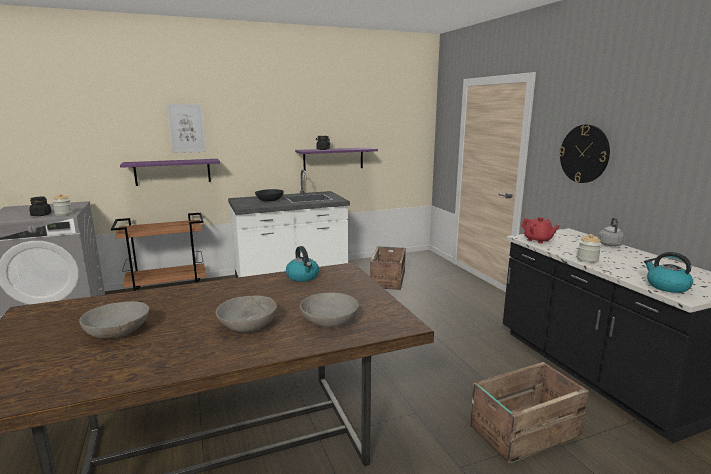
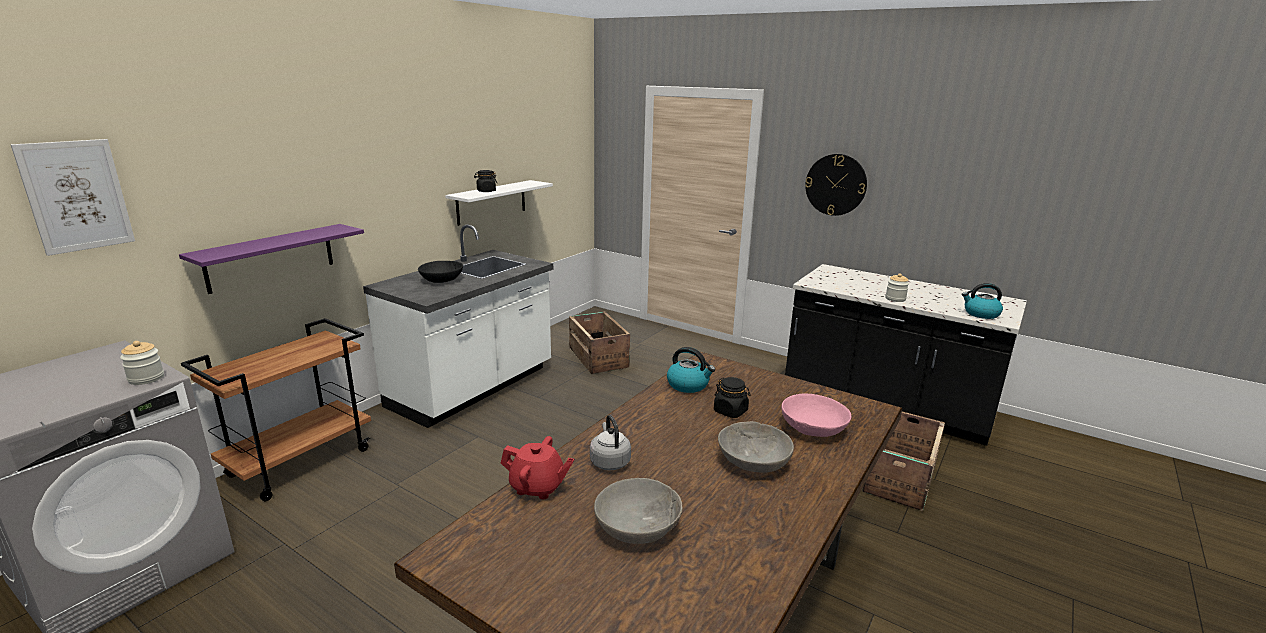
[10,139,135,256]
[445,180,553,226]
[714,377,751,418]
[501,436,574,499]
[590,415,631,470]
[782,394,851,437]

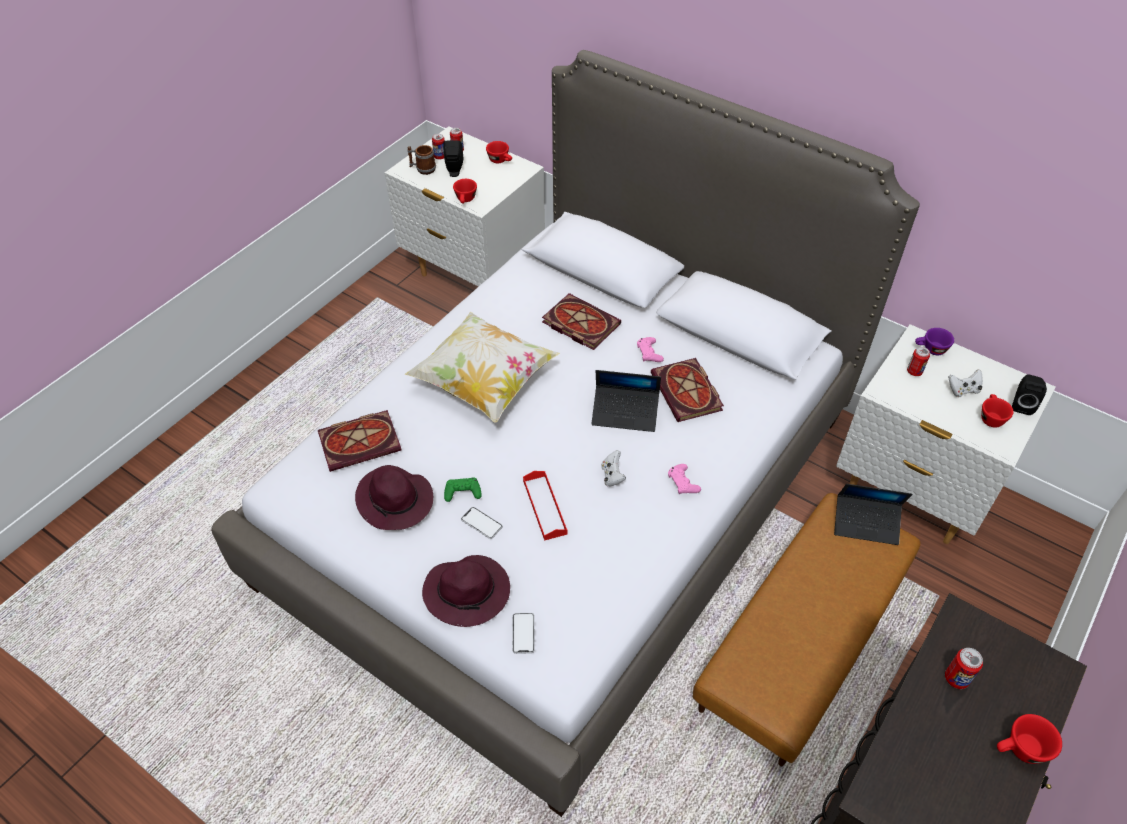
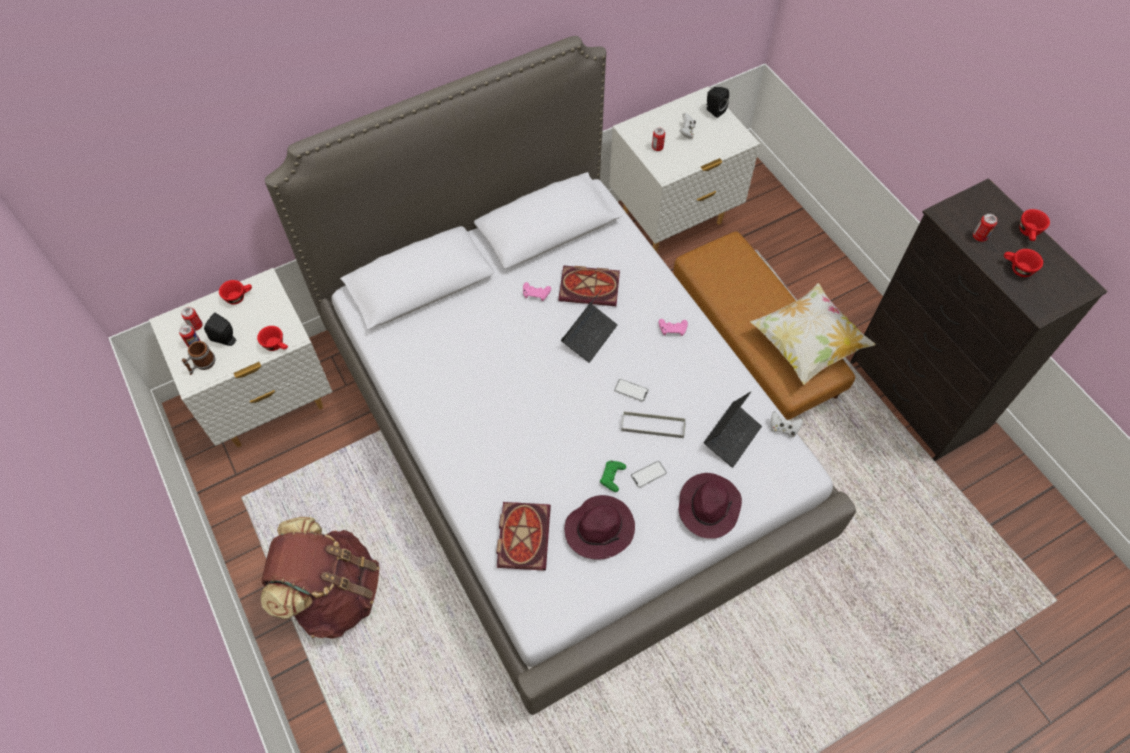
[542,293,621,350] (first image)
[750,283,875,385]
[915,328,954,355] (first image)
[1004,249,1043,277]
[771,411,803,437]
[621,411,686,438]
[704,392,762,468]
[614,379,649,402]
[261,517,379,639]

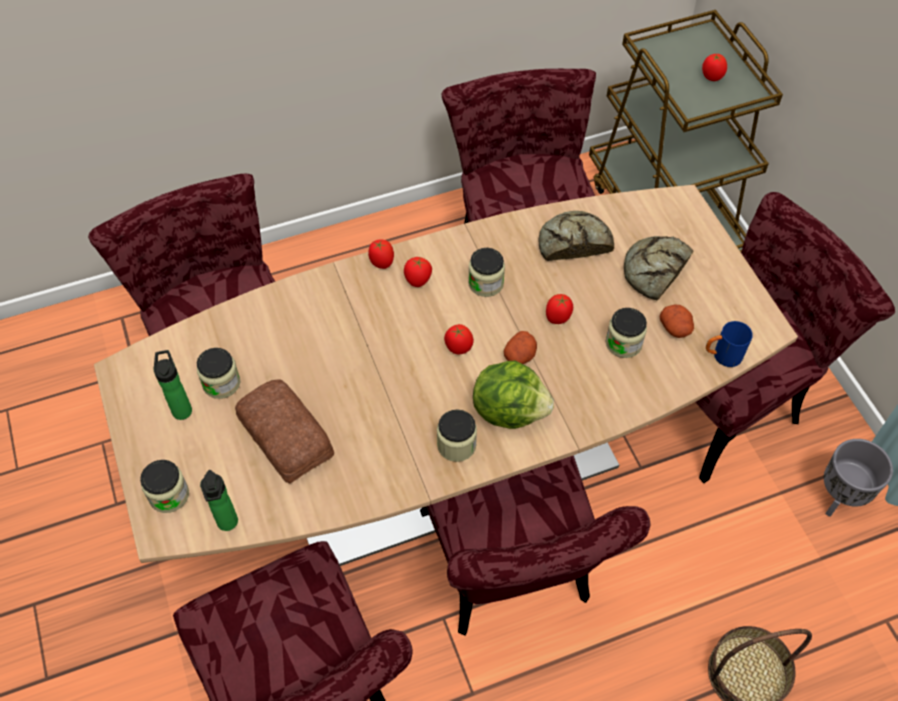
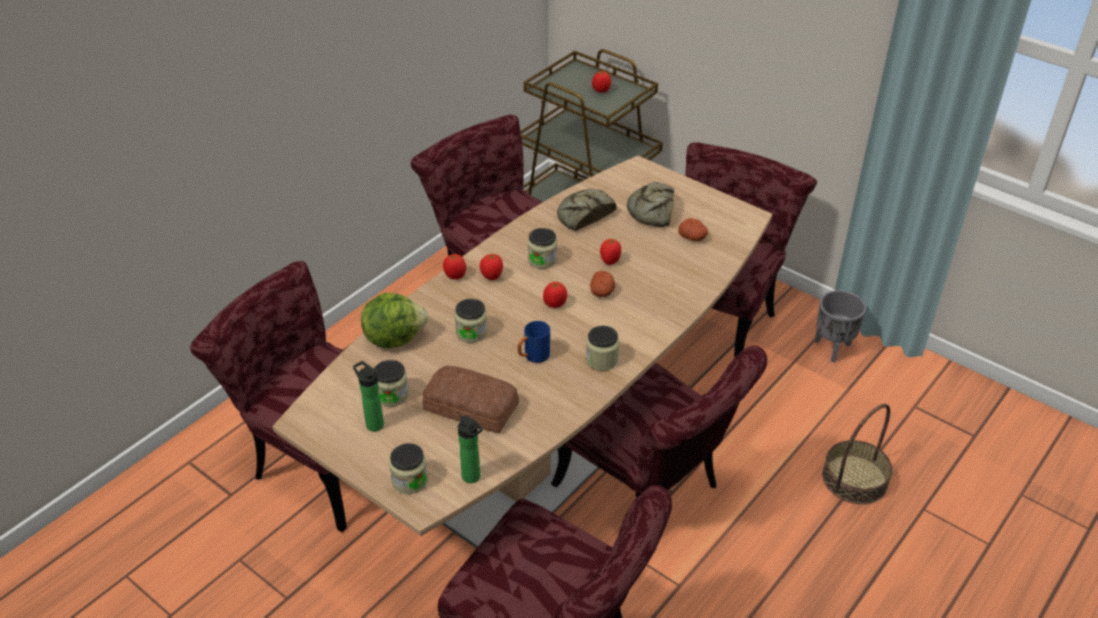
[455,299,487,343]
[518,321,550,363]
[361,293,428,348]

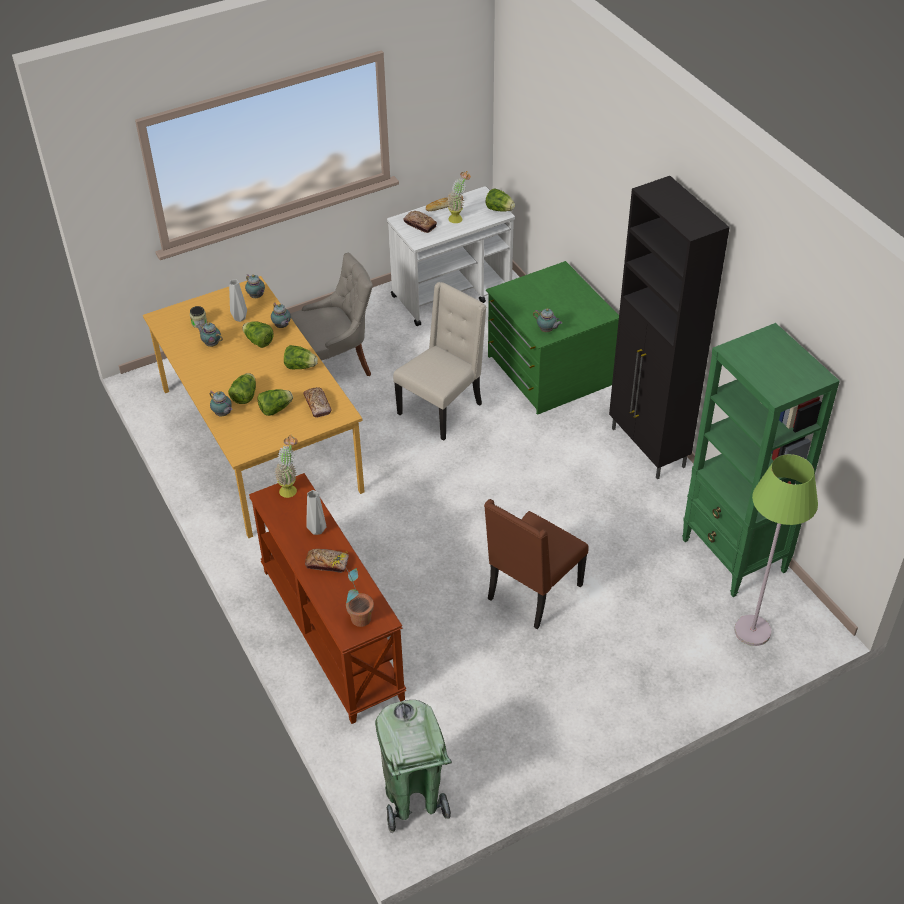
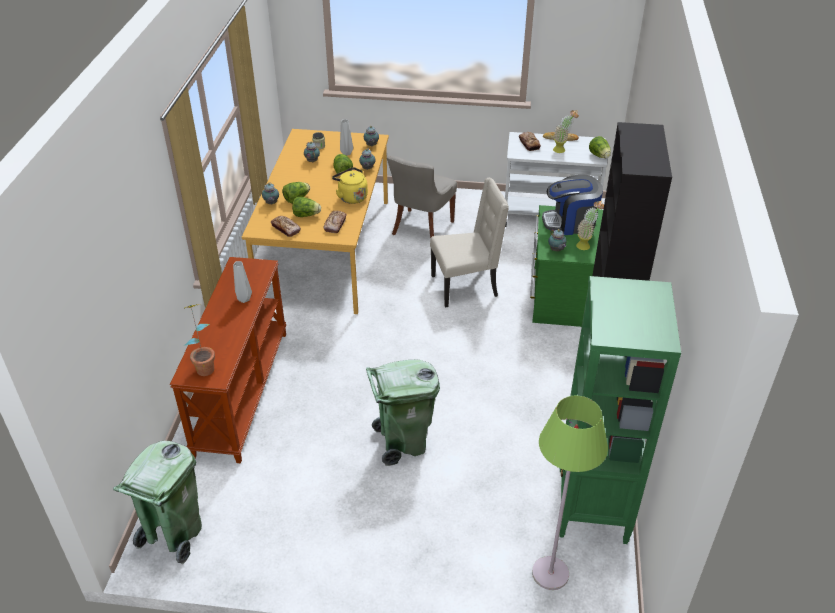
[387,156,457,239]
[332,167,368,204]
[576,200,604,250]
[366,360,440,466]
[271,216,301,237]
[542,174,603,235]

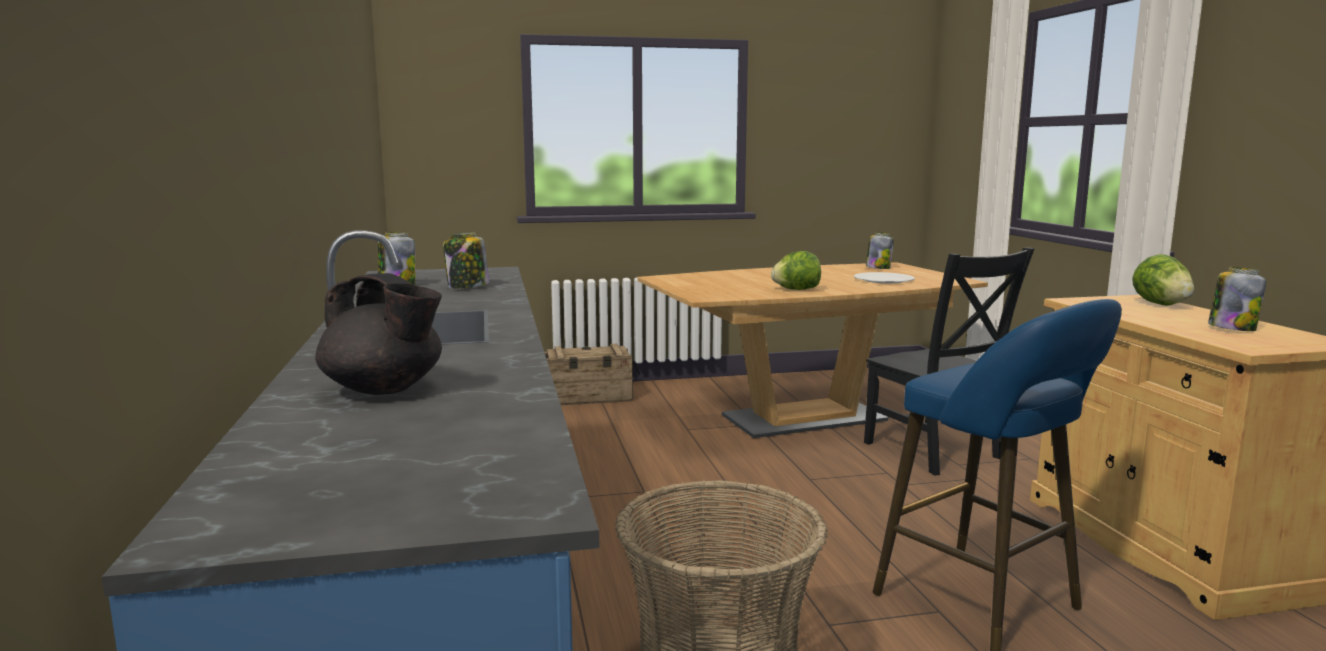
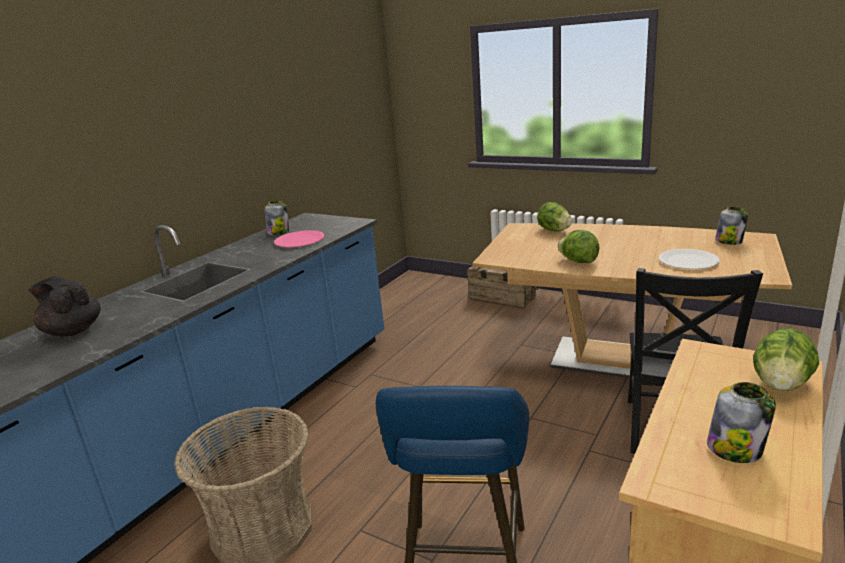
[274,230,325,247]
[28,276,101,337]
[537,202,573,231]

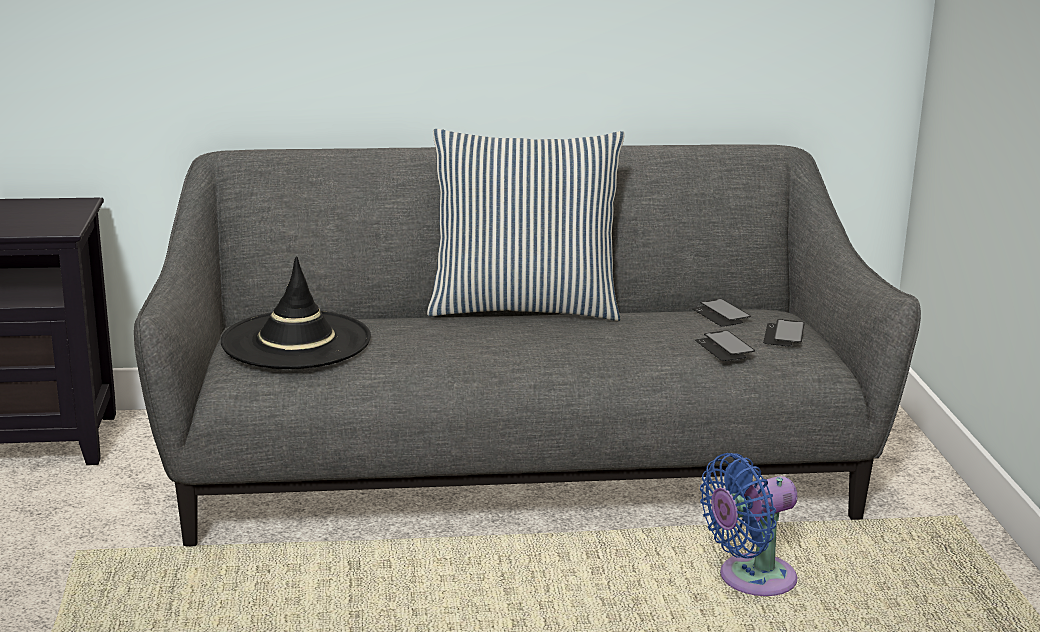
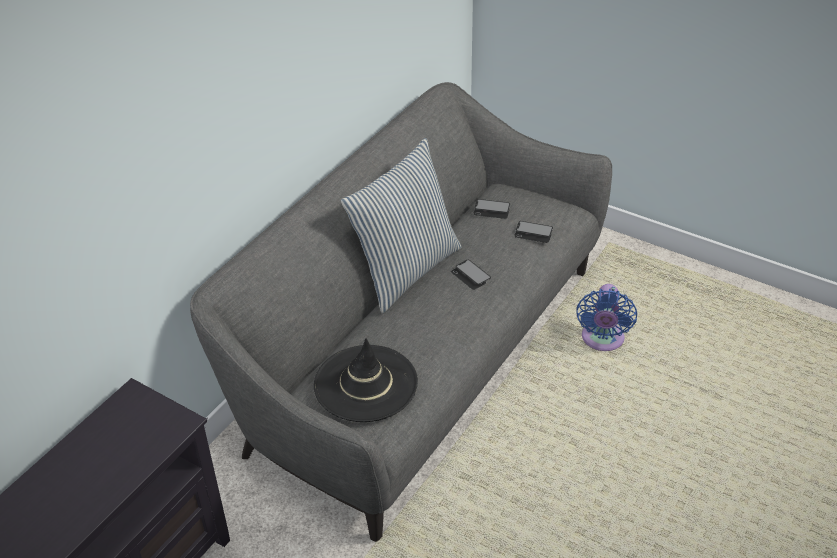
[451,259,491,290]

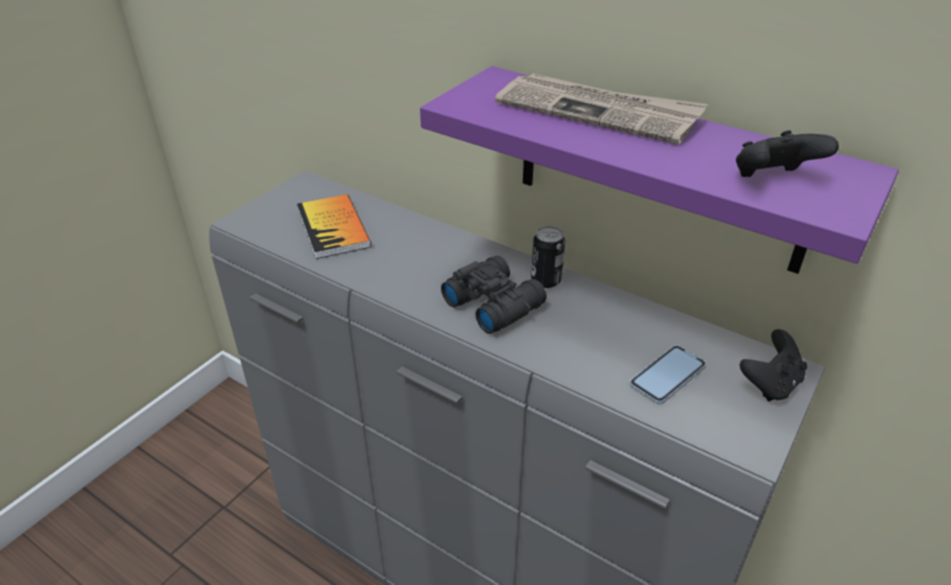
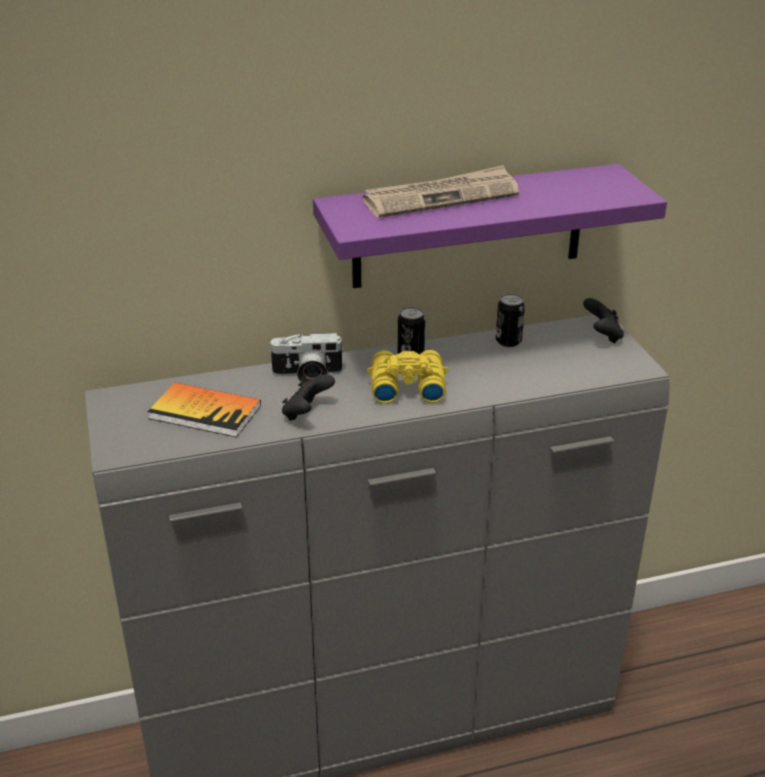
[282,374,335,421]
[367,350,449,404]
[629,345,706,404] (first image)
[496,294,525,347]
[268,333,345,383]

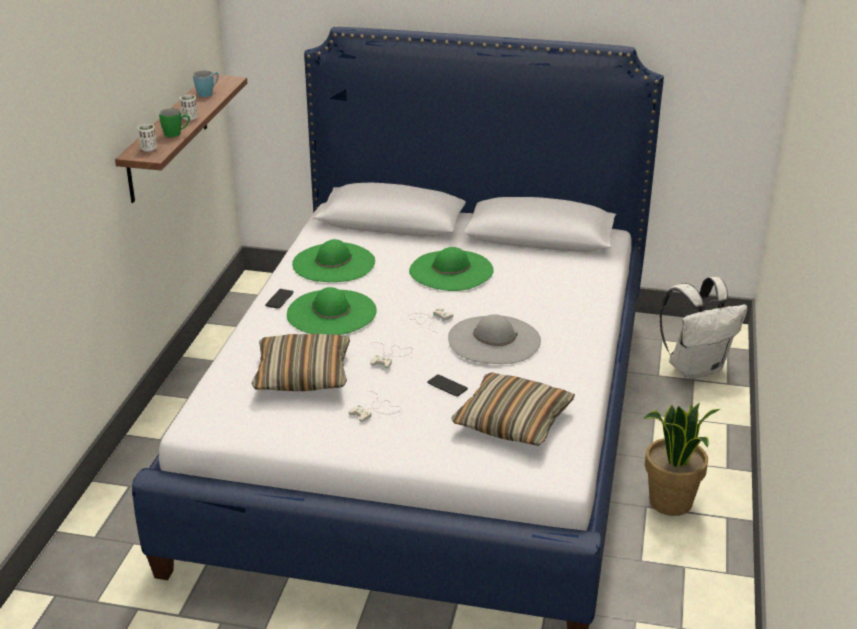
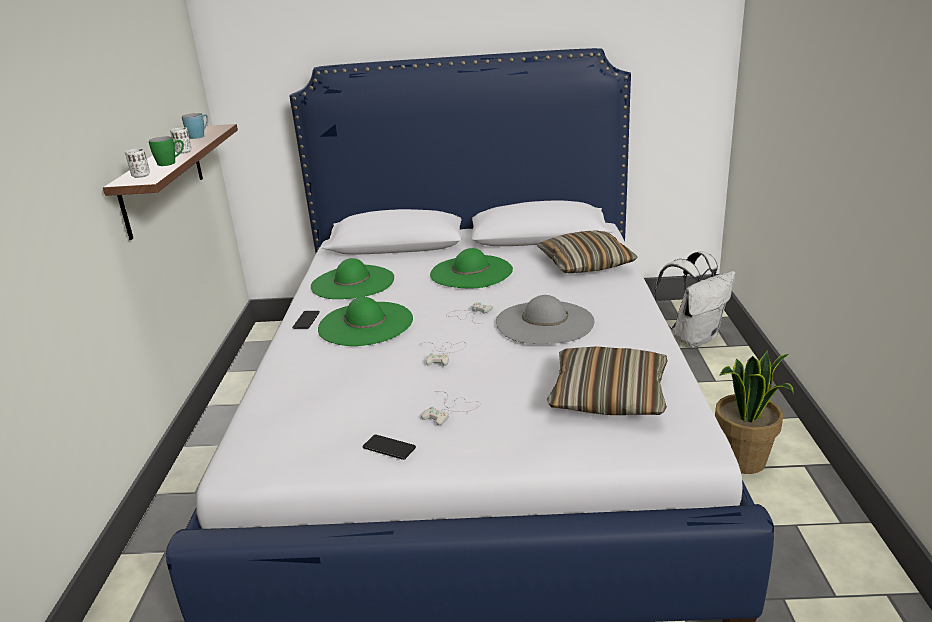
[537,230,638,273]
[363,434,416,460]

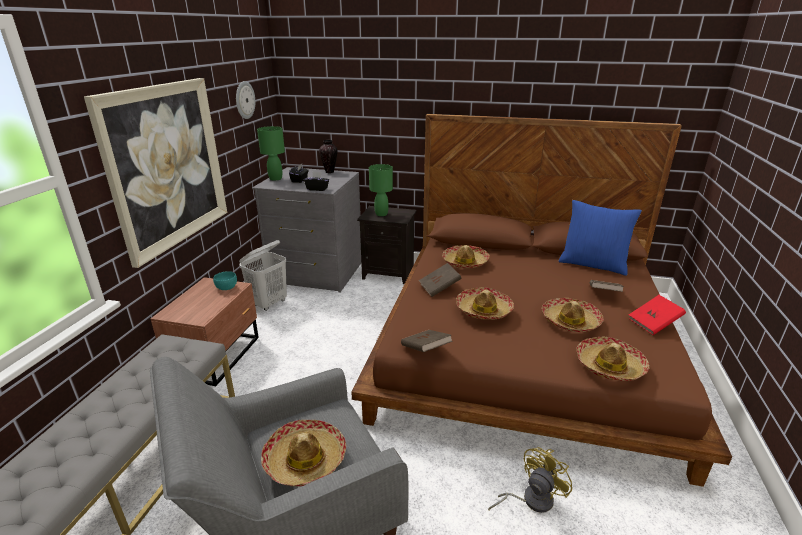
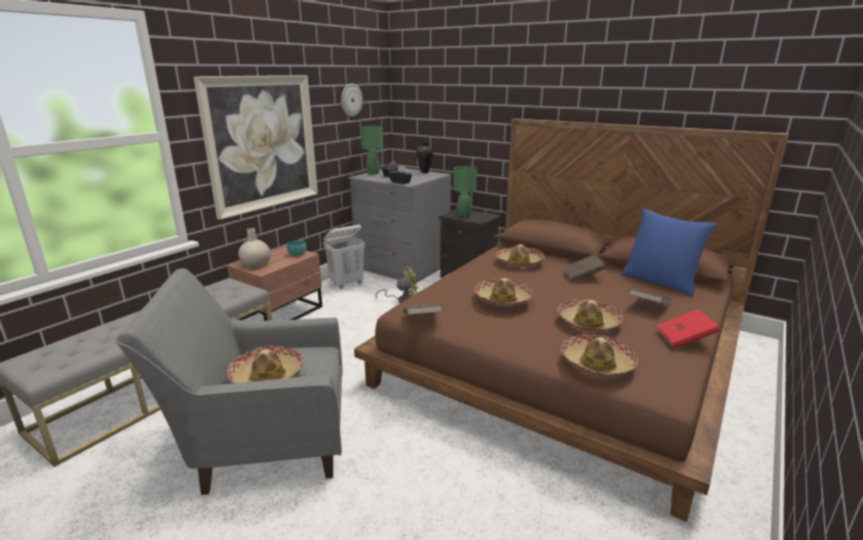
[563,254,606,282]
[376,267,420,303]
[238,228,271,268]

